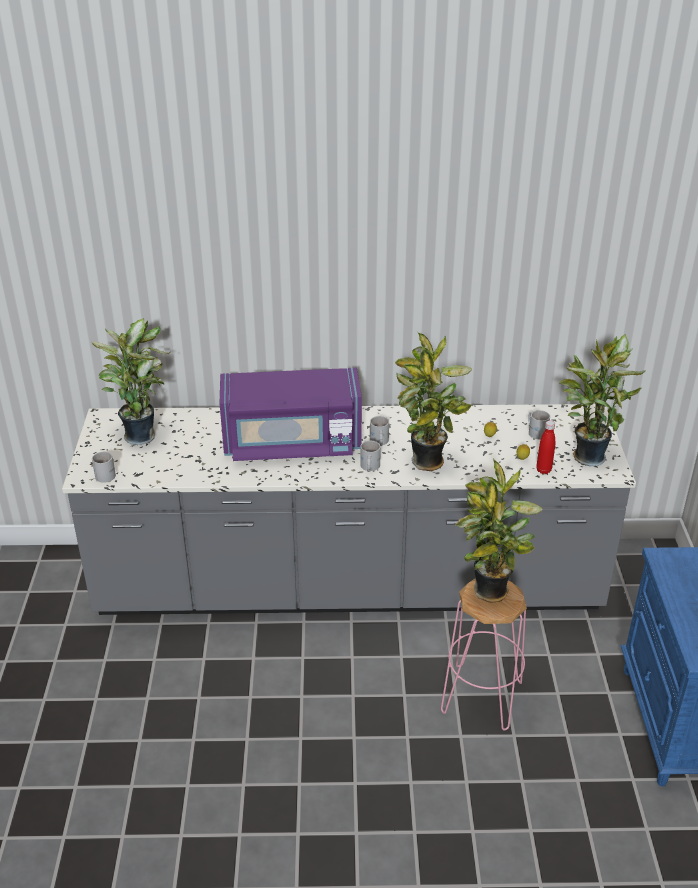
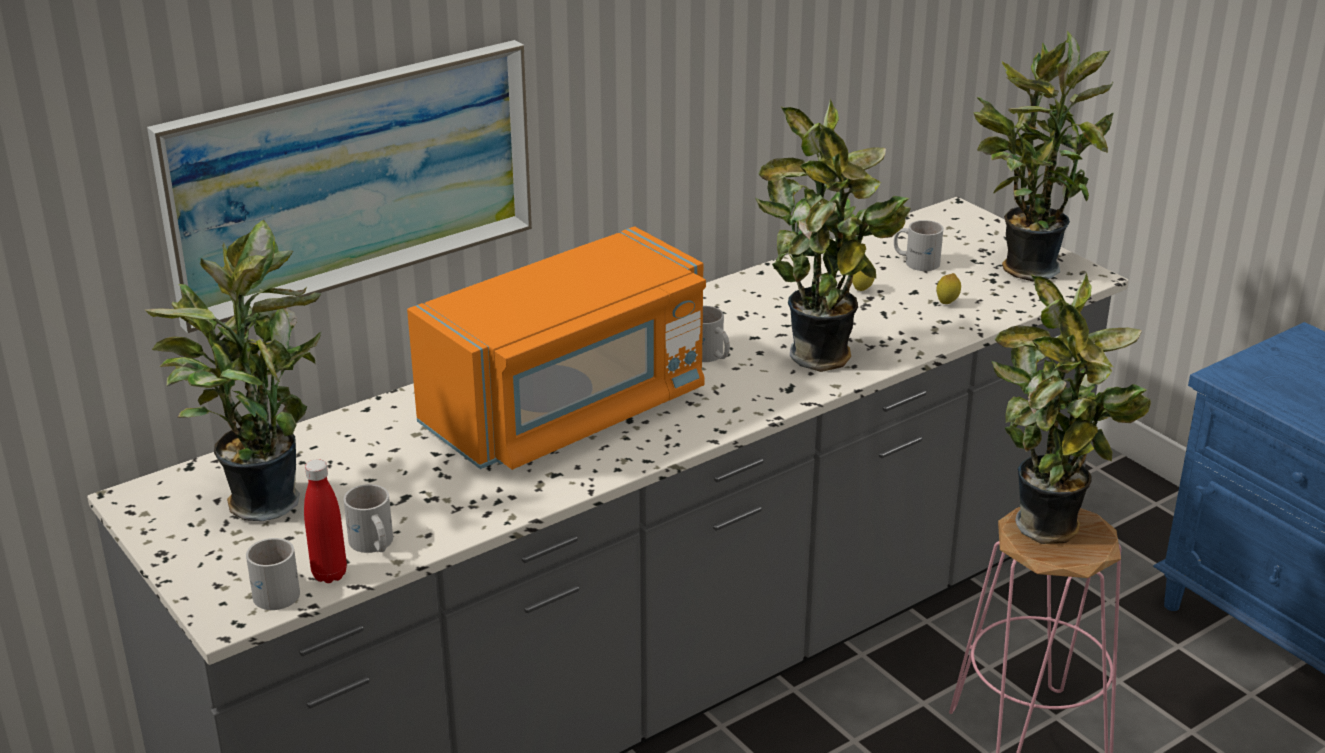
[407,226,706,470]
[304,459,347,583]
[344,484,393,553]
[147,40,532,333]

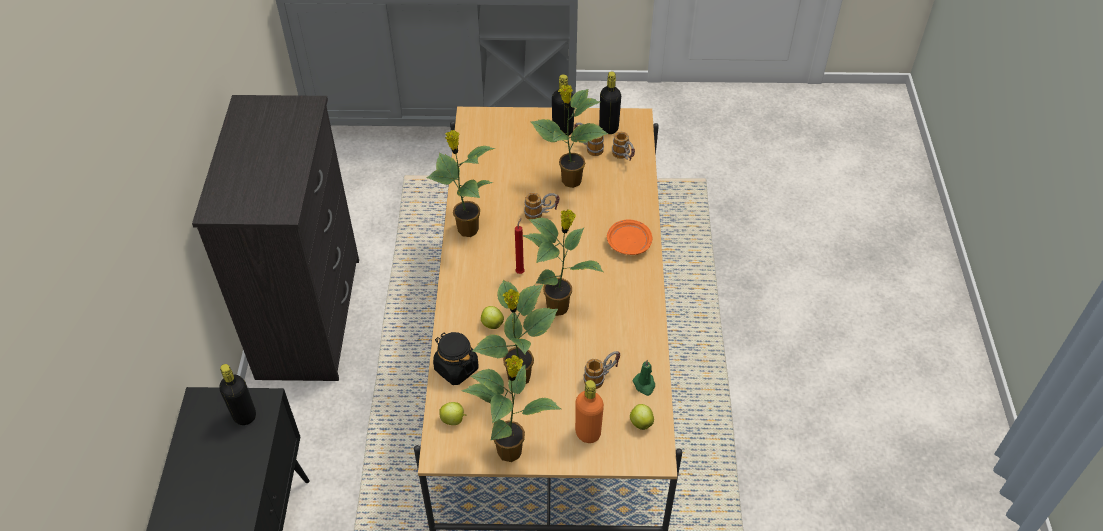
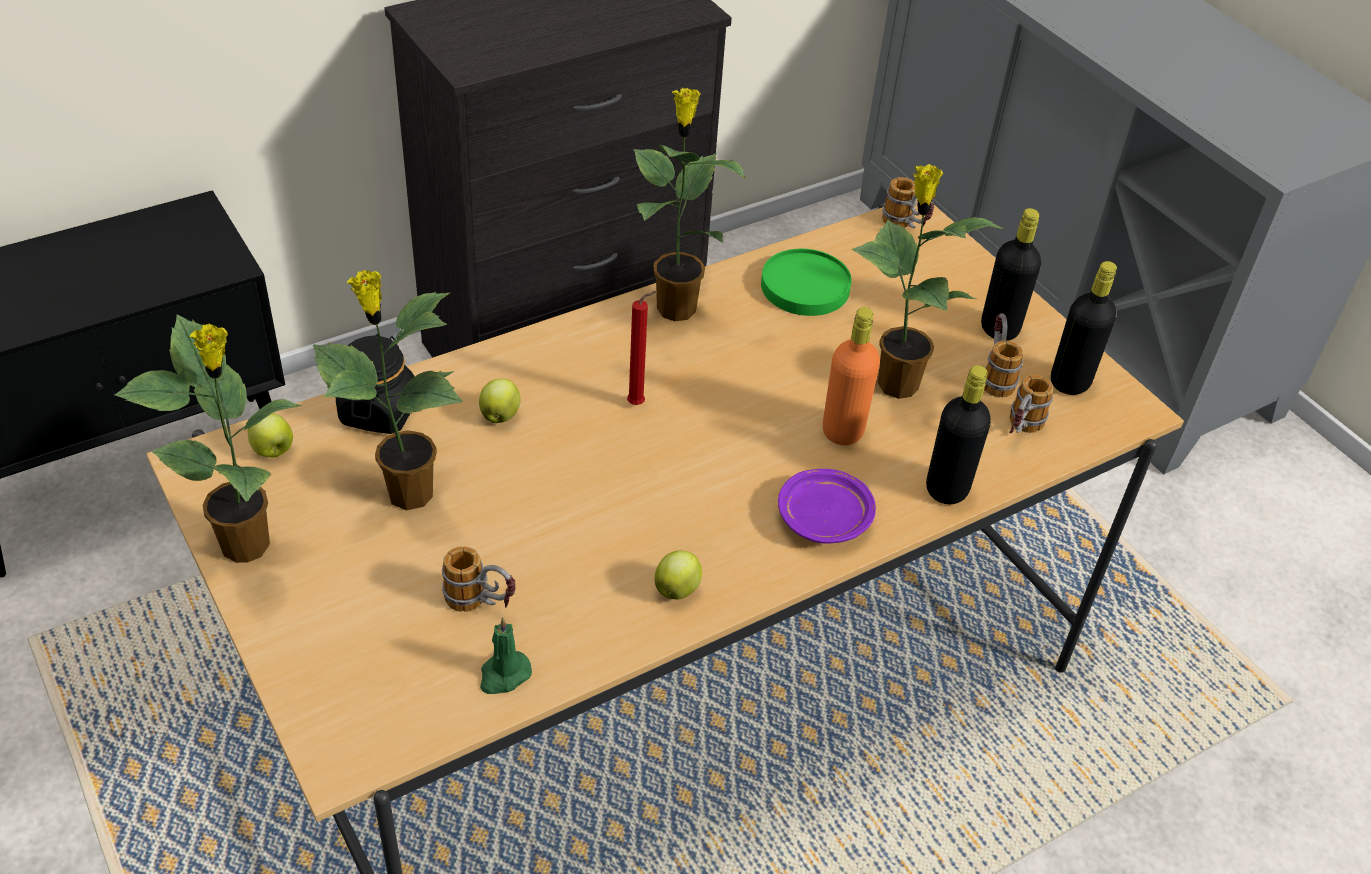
[882,177,934,228]
[522,210,604,316] (first image)
[778,469,876,544]
[926,365,991,504]
[823,307,880,445]
[655,551,702,600]
[761,249,852,316]

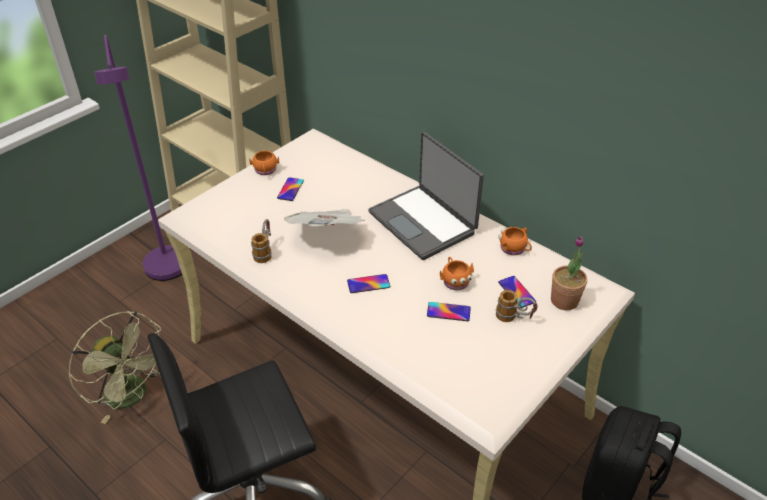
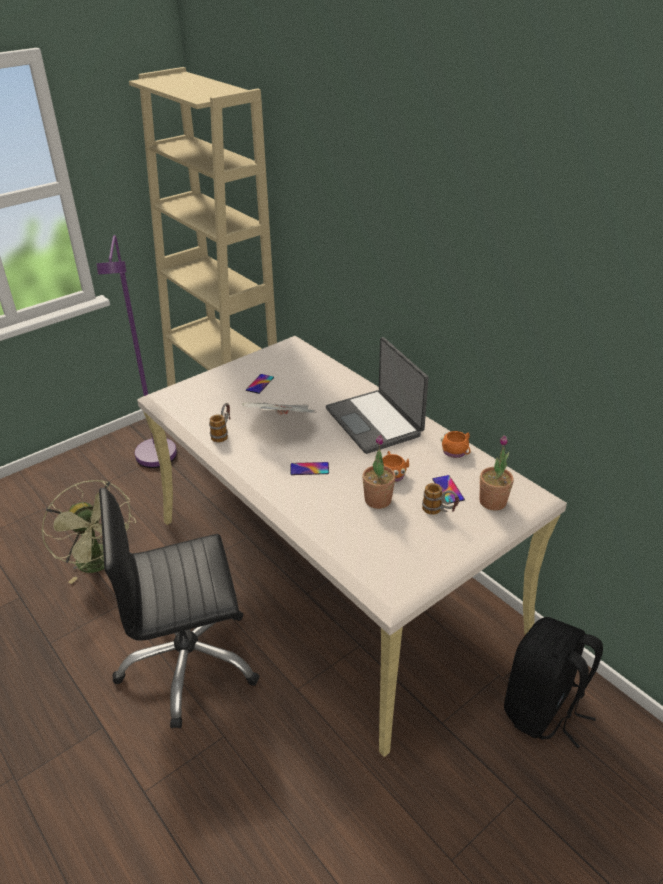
[249,150,279,175] (first image)
[362,434,396,509]

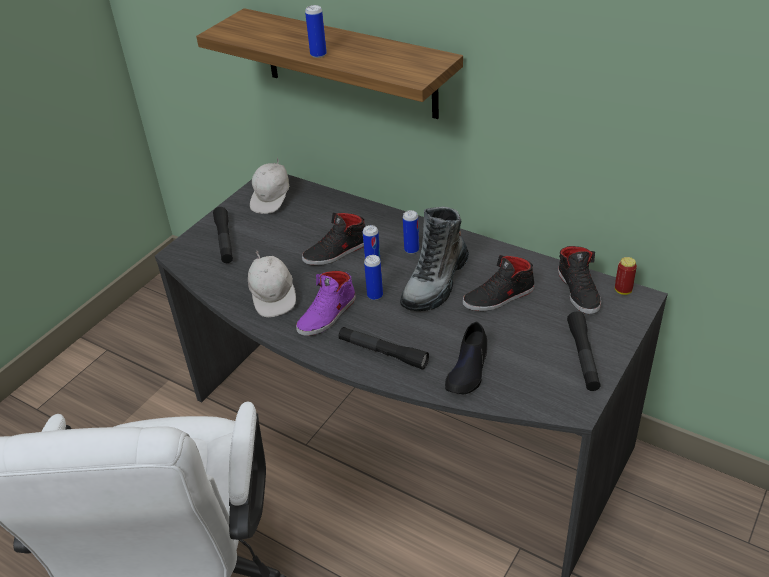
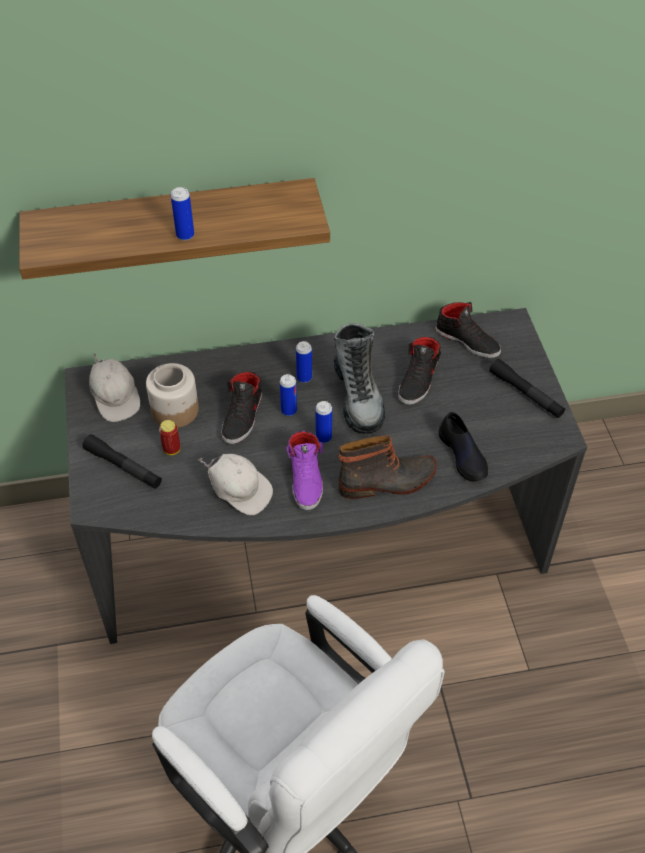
[159,420,180,455]
[339,435,437,499]
[146,363,199,428]

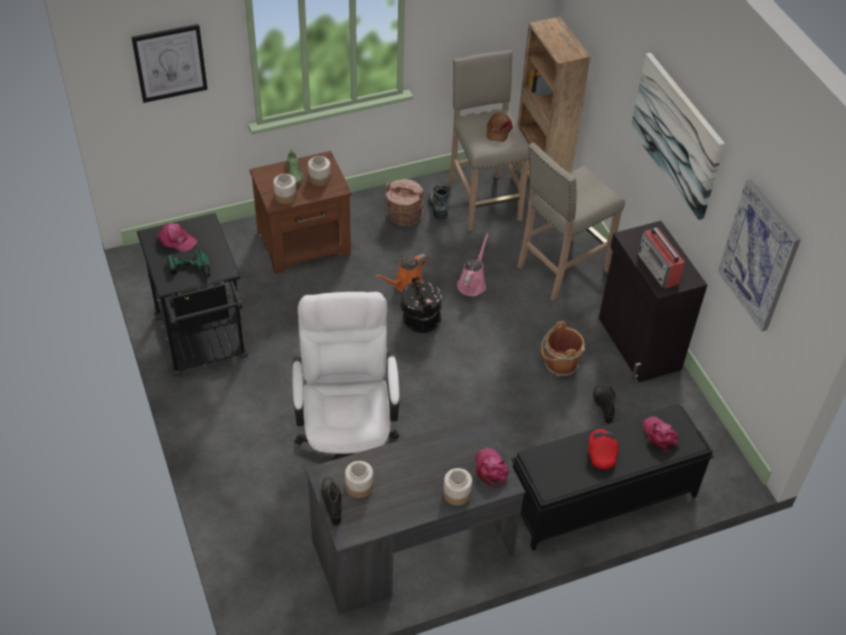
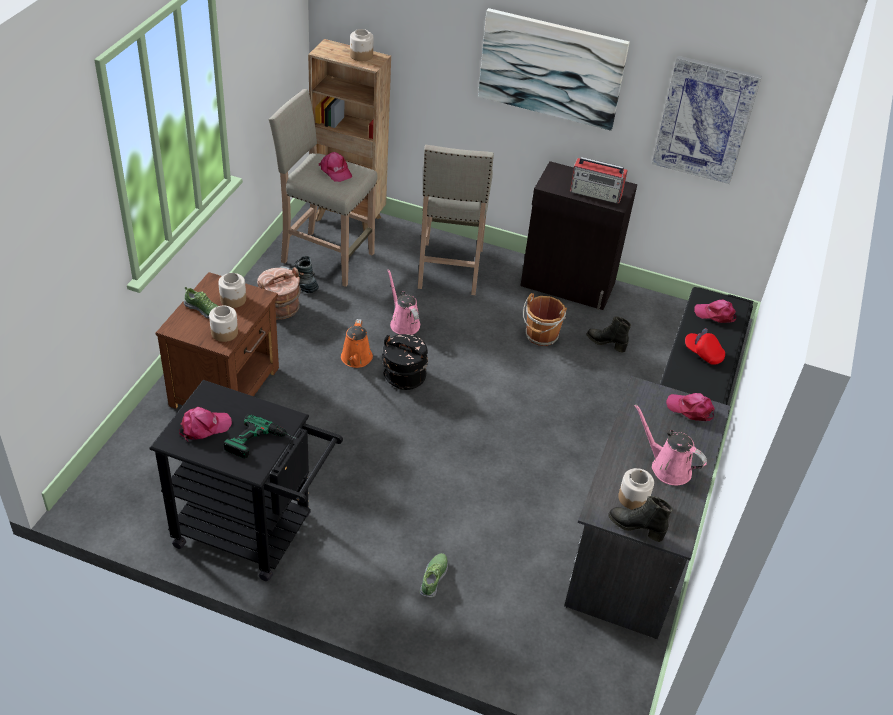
[131,24,208,103] (first image)
[319,152,352,182]
[292,292,400,460] (first image)
[350,29,373,61]
[634,404,707,485]
[420,553,448,598]

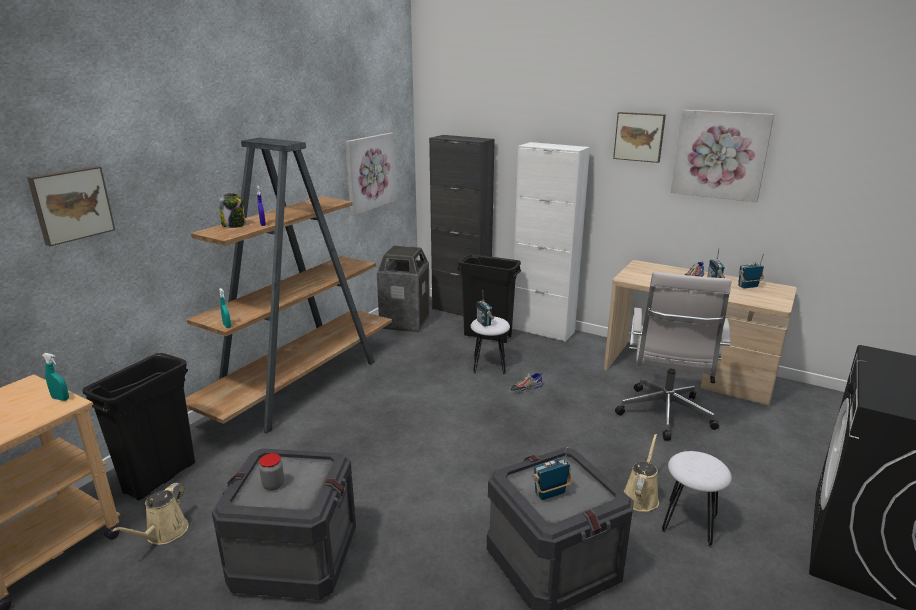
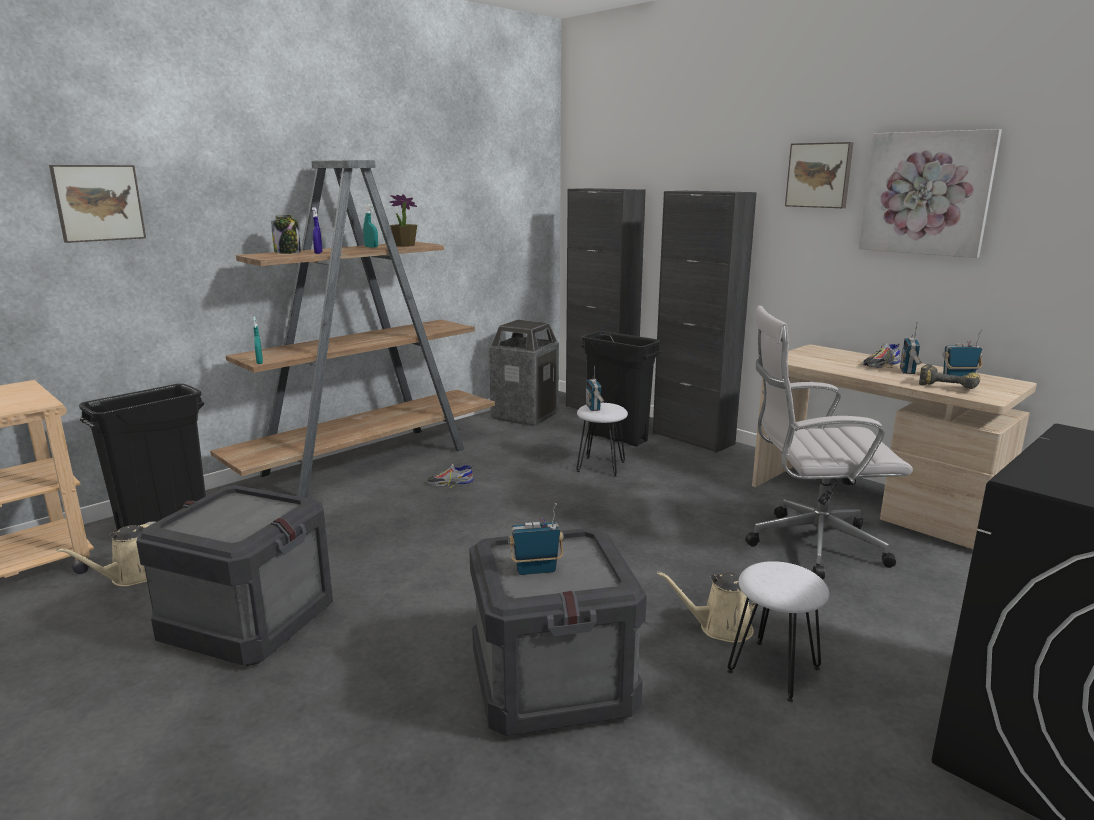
[345,133,396,215] (first image)
[653,191,757,453]
[745,305,913,579]
[363,204,378,248]
[427,464,474,488]
[657,571,756,643]
[259,453,284,490] (first image)
[389,194,417,247]
[919,364,980,389]

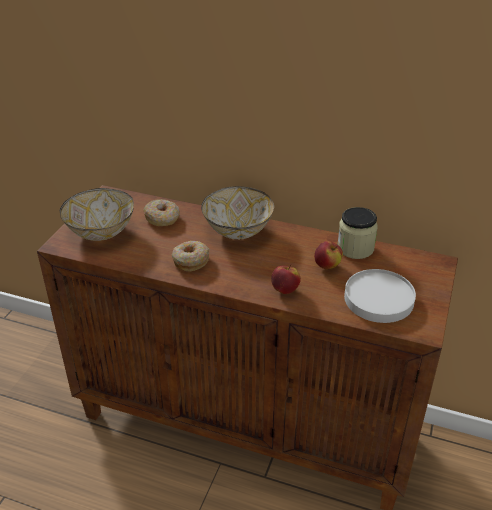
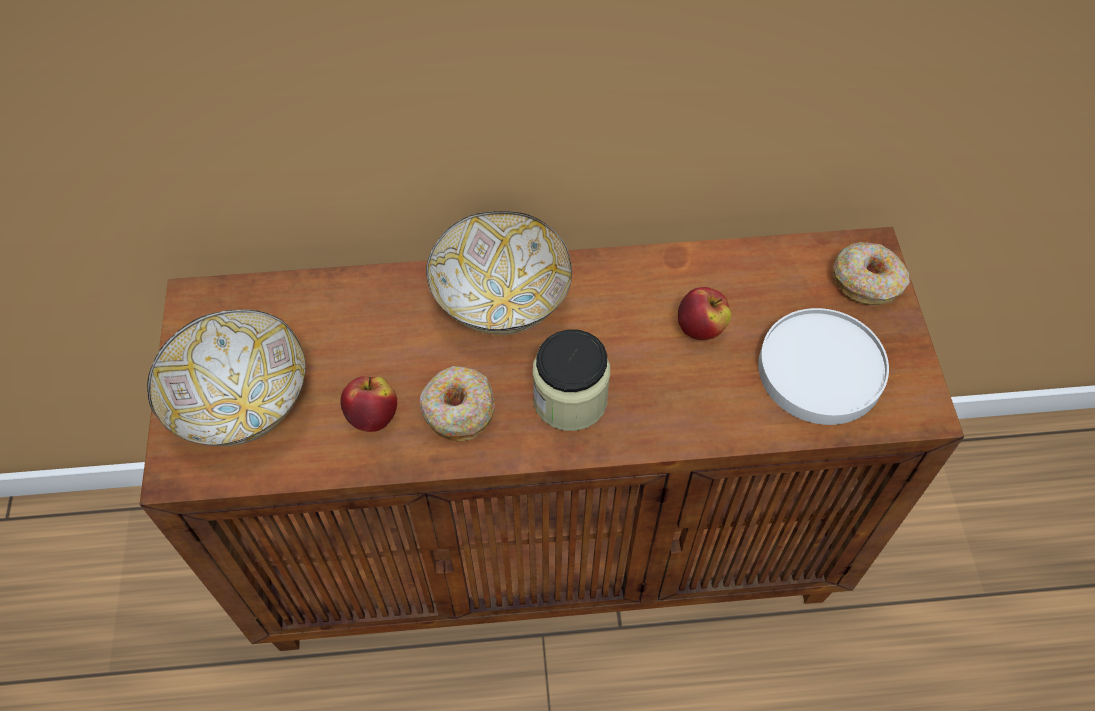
[833,242,910,305]
[533,329,610,431]
[340,376,397,432]

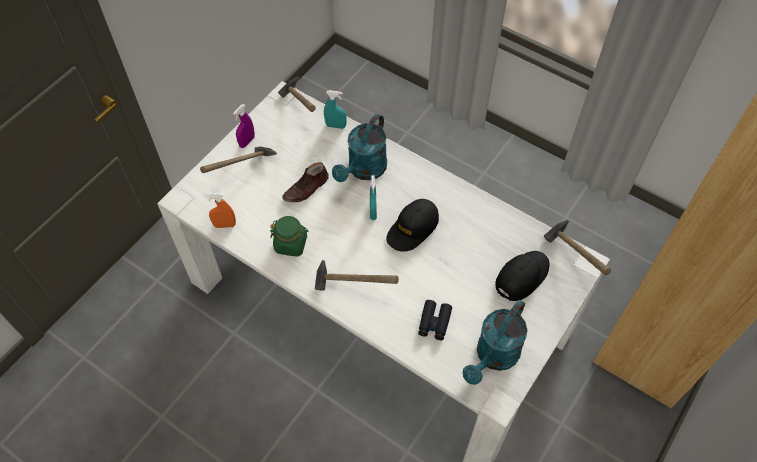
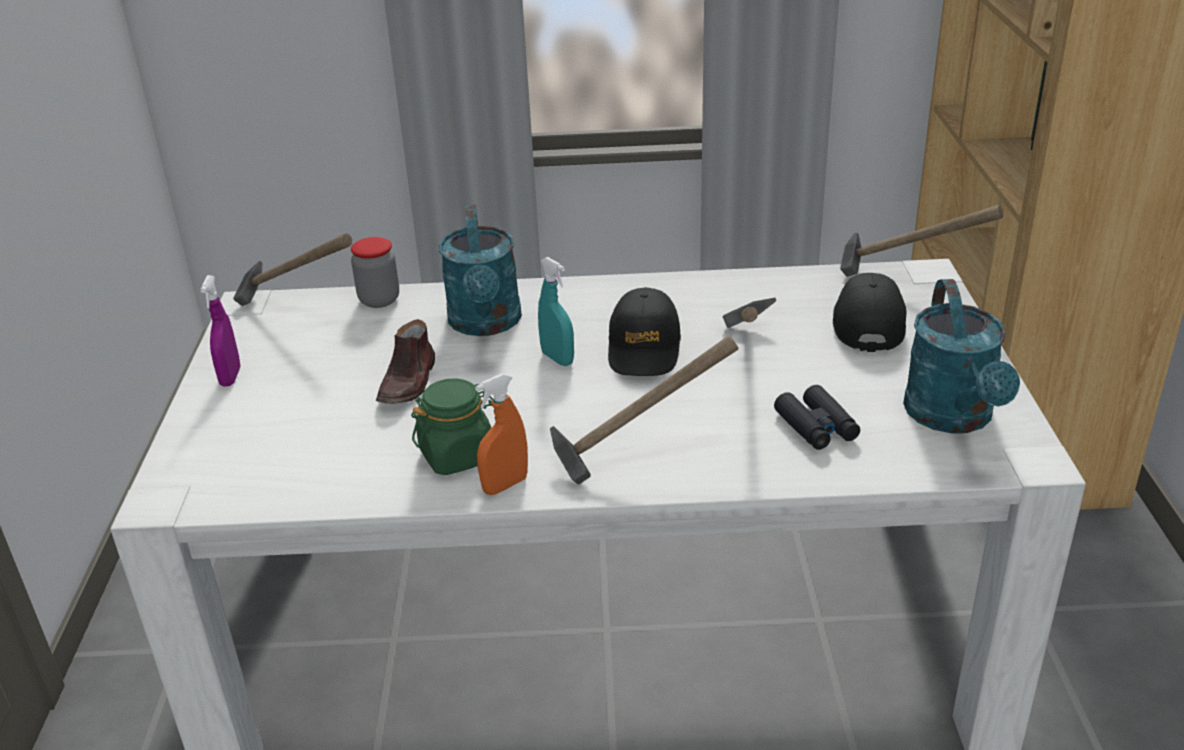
[351,237,399,308]
[723,298,777,328]
[475,373,528,495]

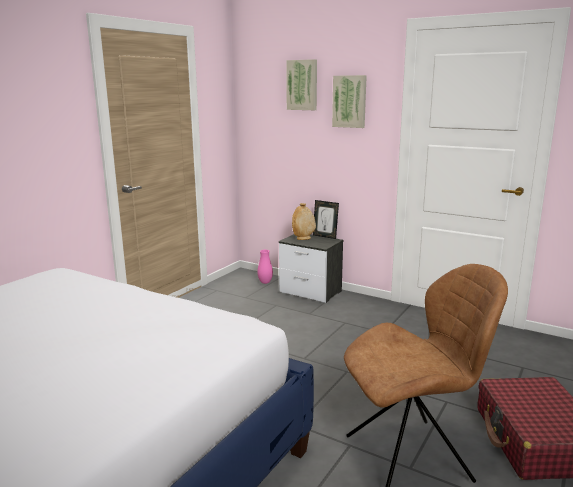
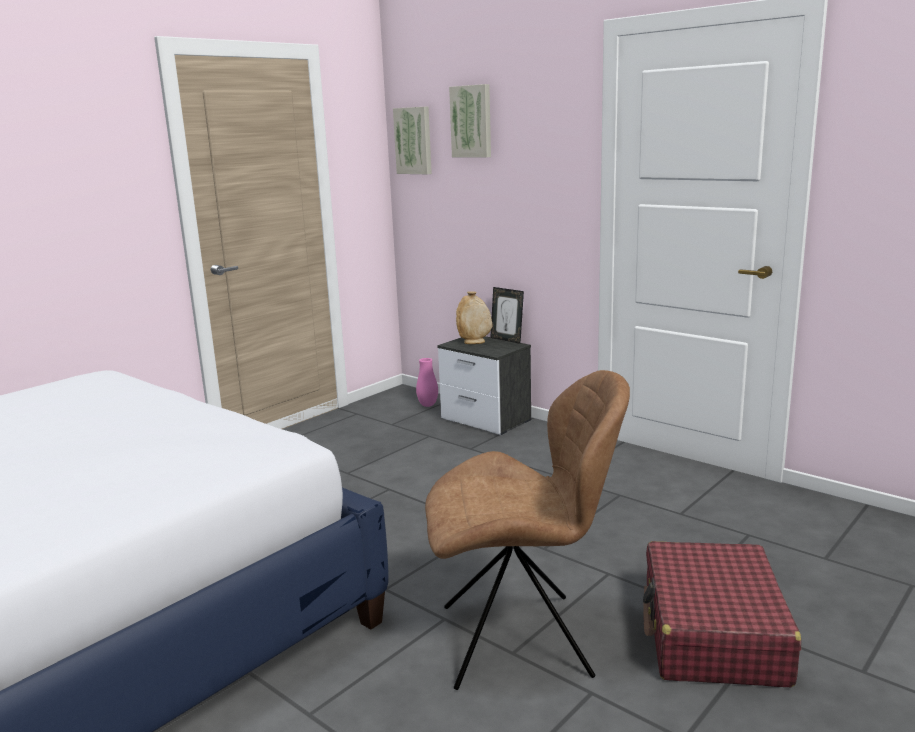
[393,107,432,174]

